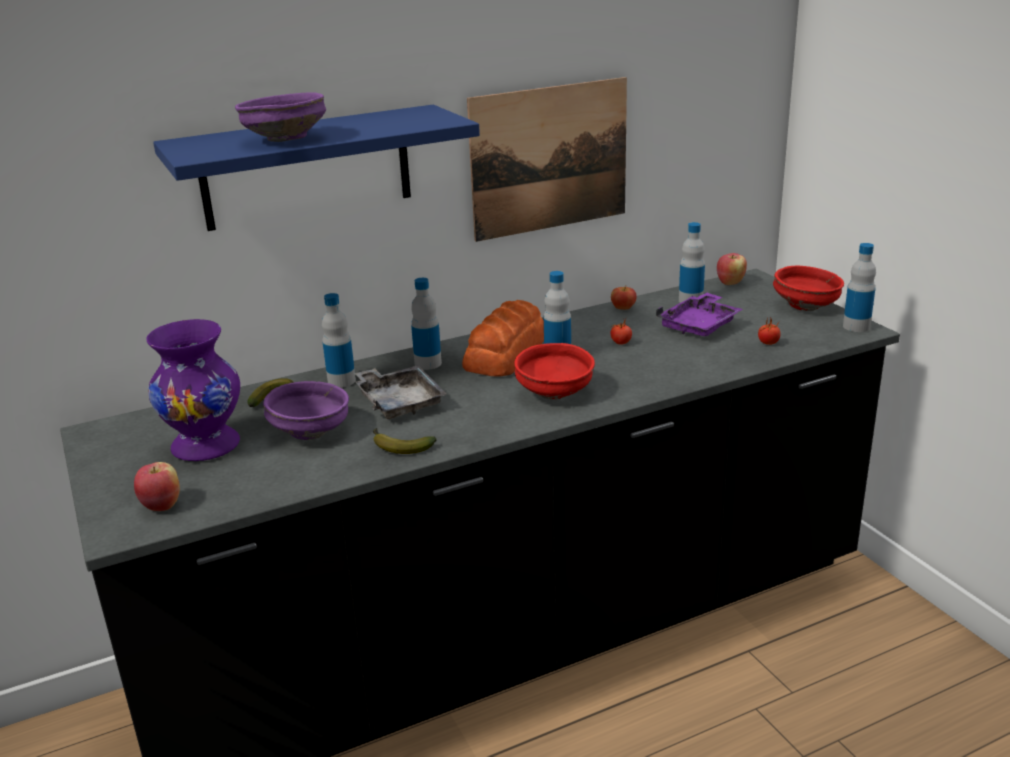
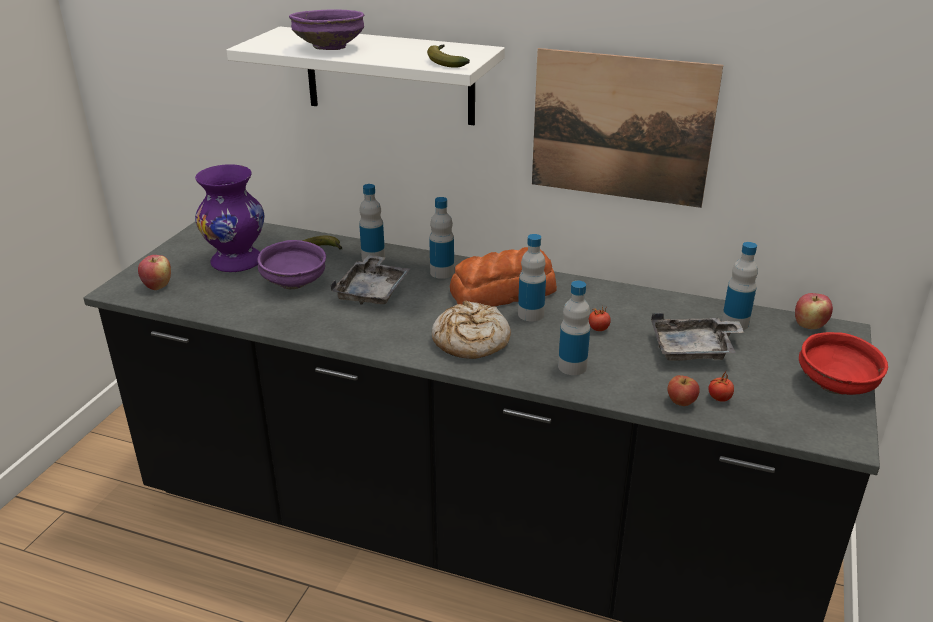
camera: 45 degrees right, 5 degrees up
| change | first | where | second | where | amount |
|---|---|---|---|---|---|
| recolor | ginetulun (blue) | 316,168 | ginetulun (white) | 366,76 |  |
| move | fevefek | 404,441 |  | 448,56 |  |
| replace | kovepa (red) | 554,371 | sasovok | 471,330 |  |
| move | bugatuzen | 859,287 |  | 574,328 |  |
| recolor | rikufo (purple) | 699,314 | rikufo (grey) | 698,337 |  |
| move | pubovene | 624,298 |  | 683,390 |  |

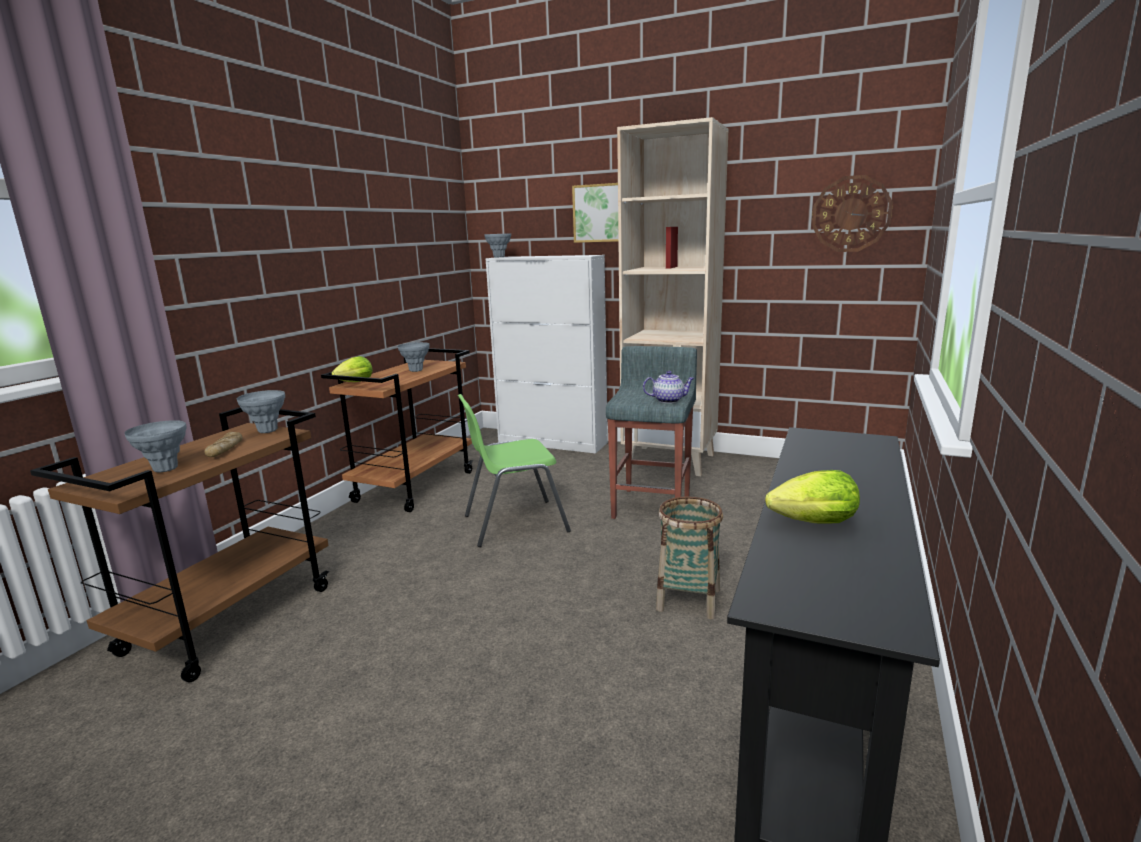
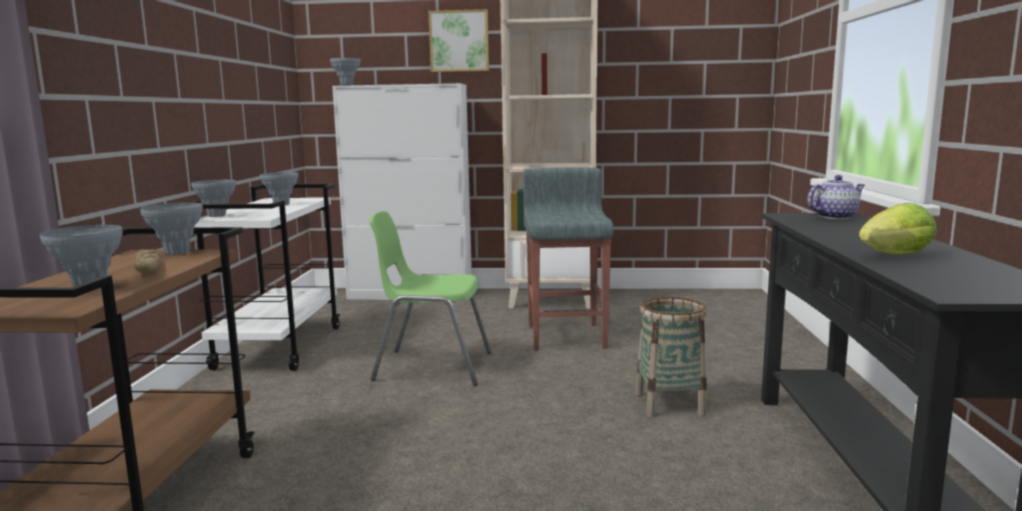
camera: 20 degrees left, 5 degrees down
| change | first | where | second | where | amount |
|---|---|---|---|---|---|
| recolor | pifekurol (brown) | 397,430 | pifekurol (white) | 264,277 |  |
| replace | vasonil | 351,369 | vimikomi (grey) | 213,198 |  |
| rotate | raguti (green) | 514,470 |  | 430,298 | 45 degrees clockwise |
| move | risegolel | 668,387 |  | 836,197 |  |
| delete | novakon | 852,213 |  |  |  |

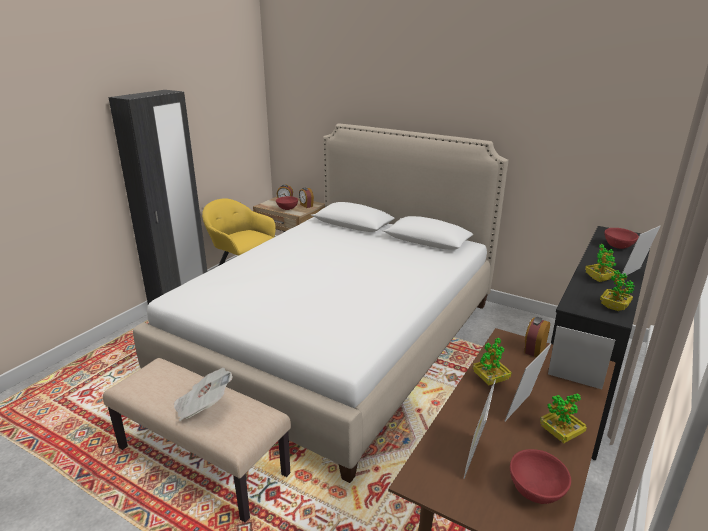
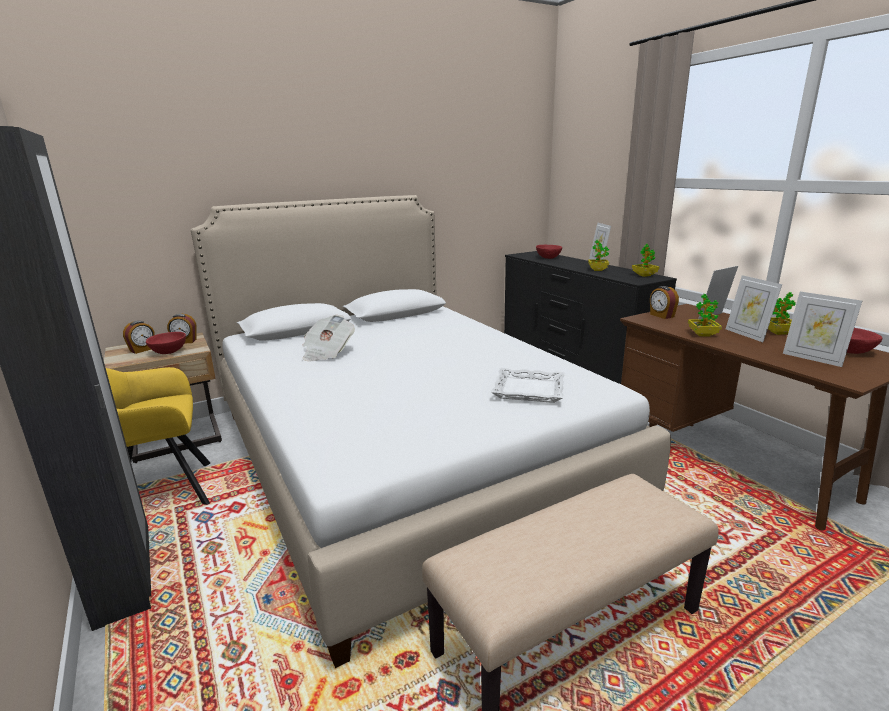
camera: 60 degrees left, 5 degrees down
| change | first | where | second | where | amount |
|---|---|---|---|---|---|
| move | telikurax | 203,394 |  | 328,338 |  |
| insert |  |  | rikufo (white) | 528,385 |  |

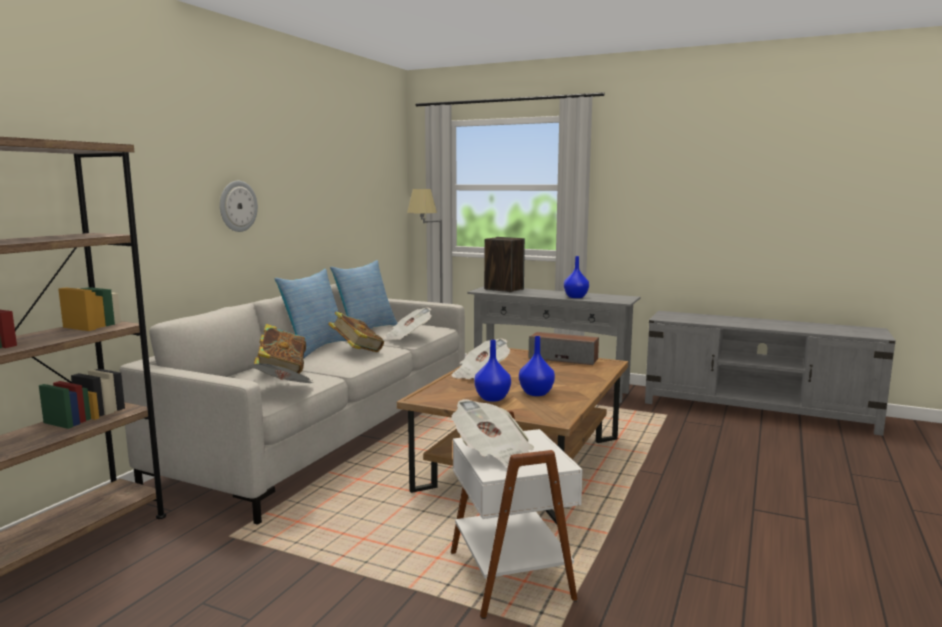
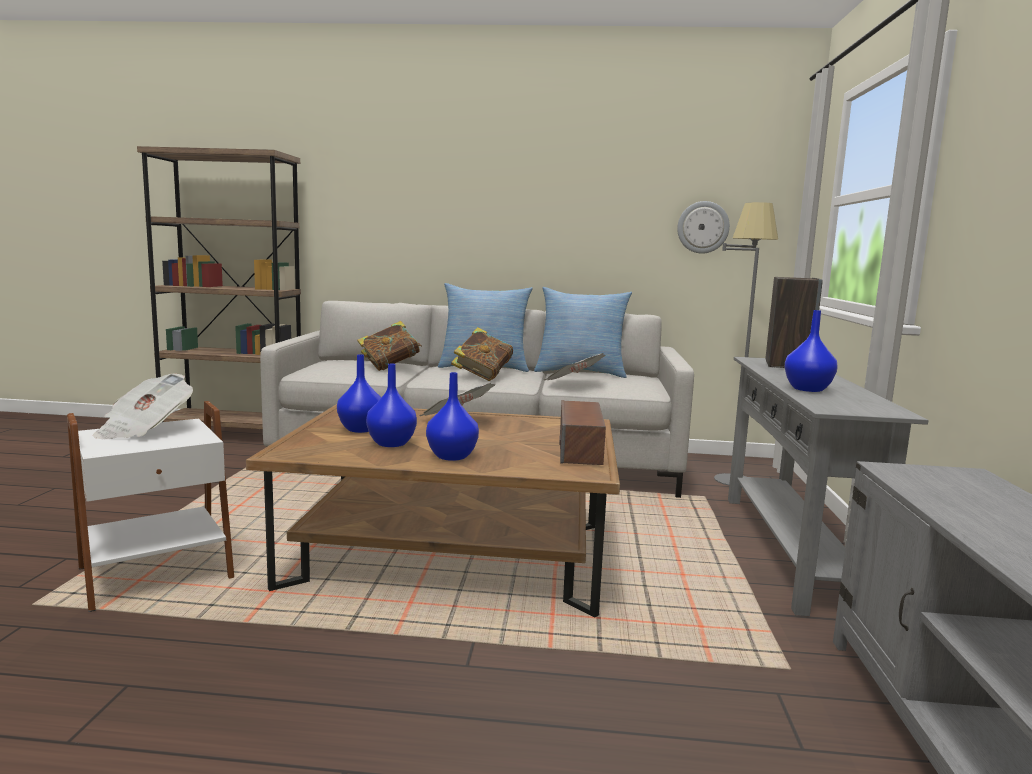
camera: 70 degrees right, 0 degrees up
| change | first | where | second | where | amount |
|---|---|---|---|---|---|
| insert |  |  | vimikomi (blue) | 452,416 |  |
| move | novakon | 239,206 |  | 703,227 |  |
| delete | telikurax | 281,373 |  |  |  |

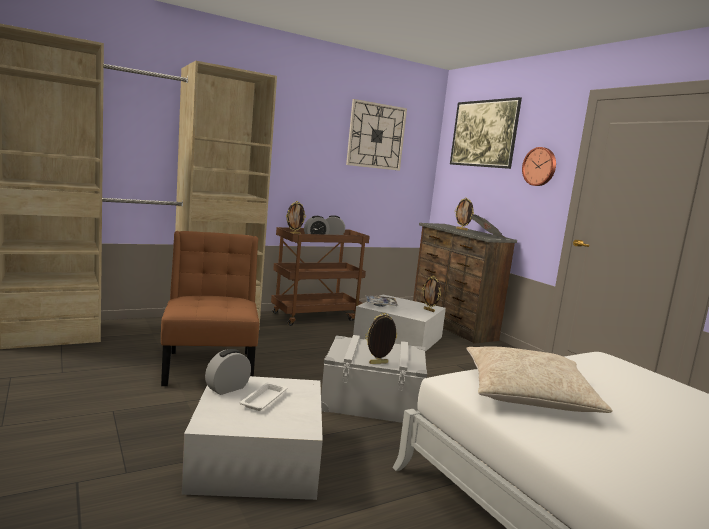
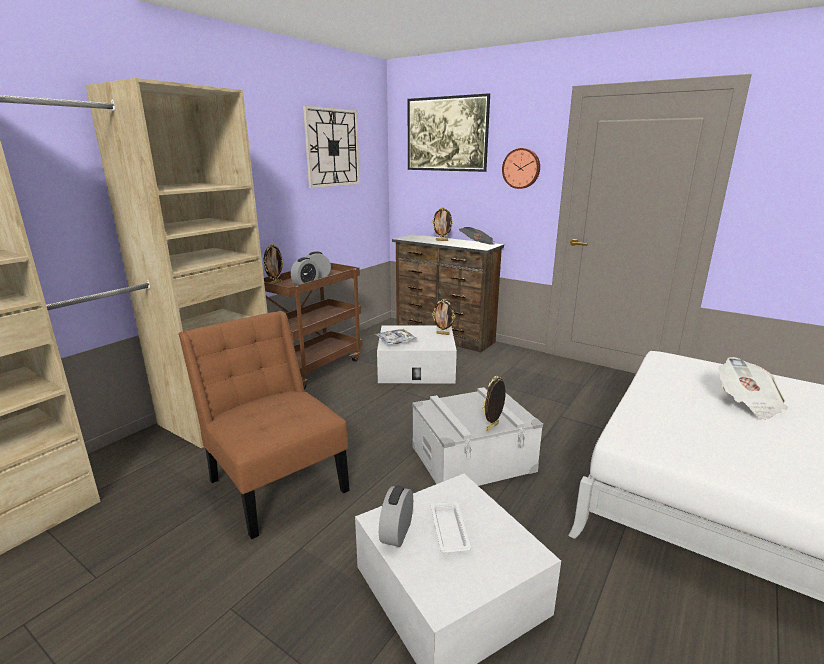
camera: 25 degrees left, 10 degrees up
| change | first | where | second | where | amount |
|---|---|---|---|---|---|
| insert |  |  | telikurax | 753,388 |  |
| delete | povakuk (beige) | 539,379 |  |  |  |

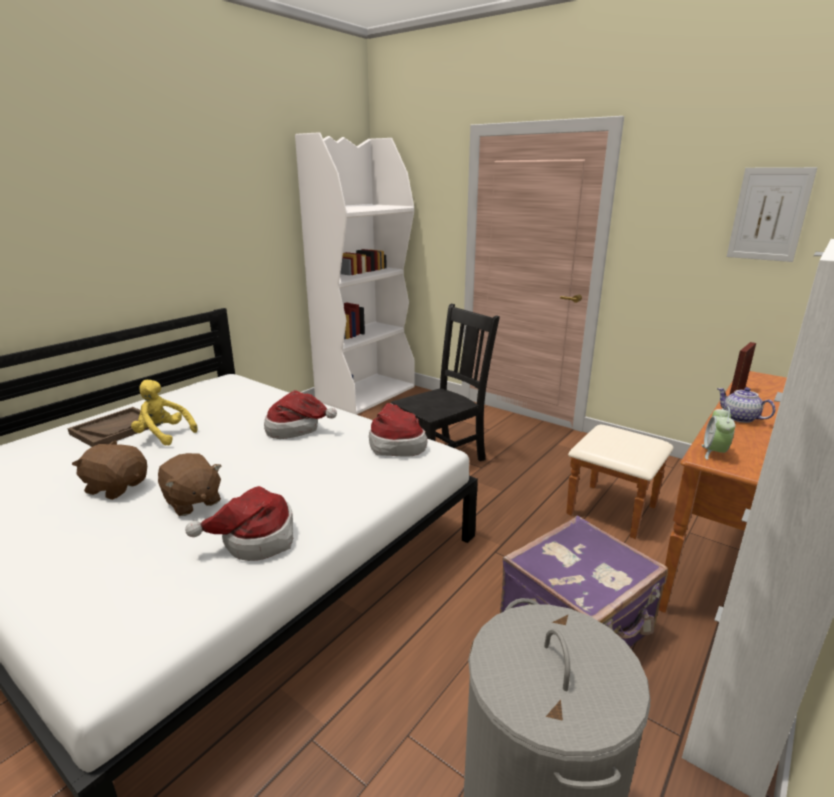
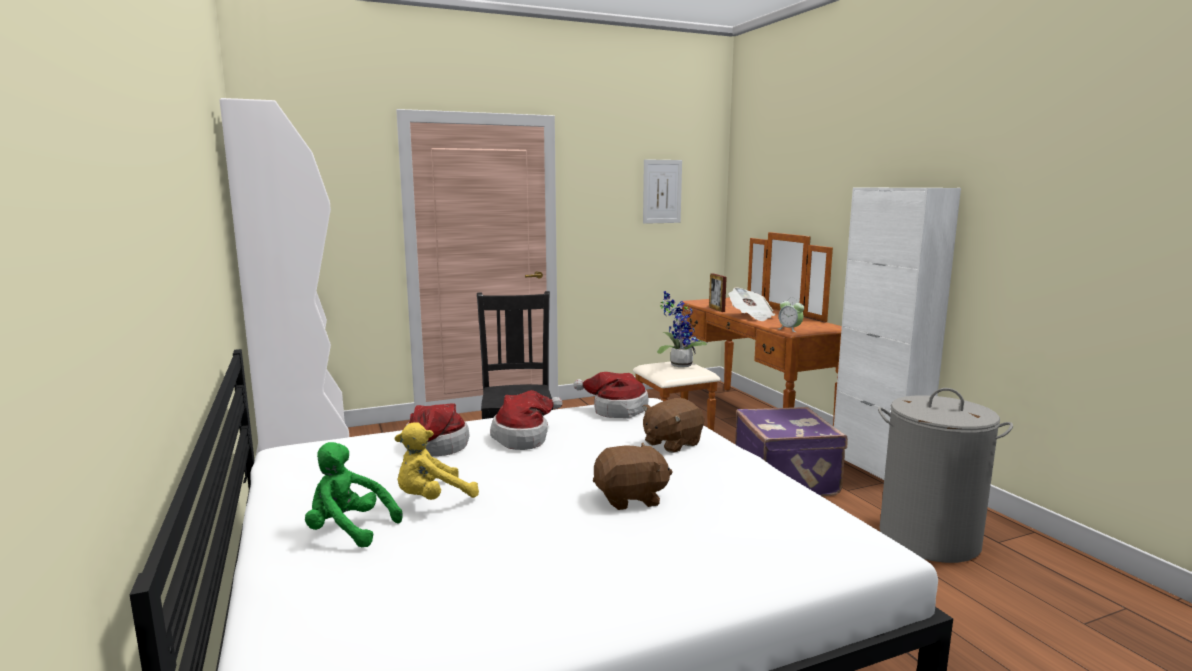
camera: 60 degrees left, 10 degrees down
| change | first | where | second | where | amount |
|---|---|---|---|---|---|
| replace | rikufo (brown) | 114,427 | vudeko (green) | 353,494 |  |
| move | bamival | 239,523 |  | 438,429 |  |
| move | vudeko (brown) | 109,470 |  | 673,425 |  |
| insert |  |  | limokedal | 682,329 |  |
| replace | risegolel | 746,405 | telikurax | 751,304 |  |

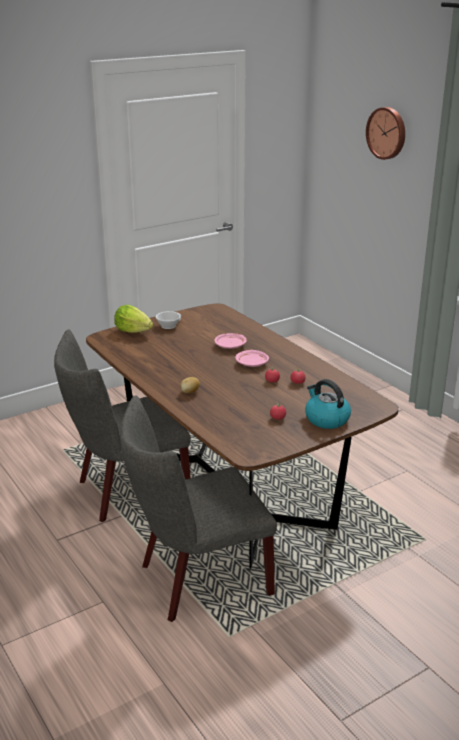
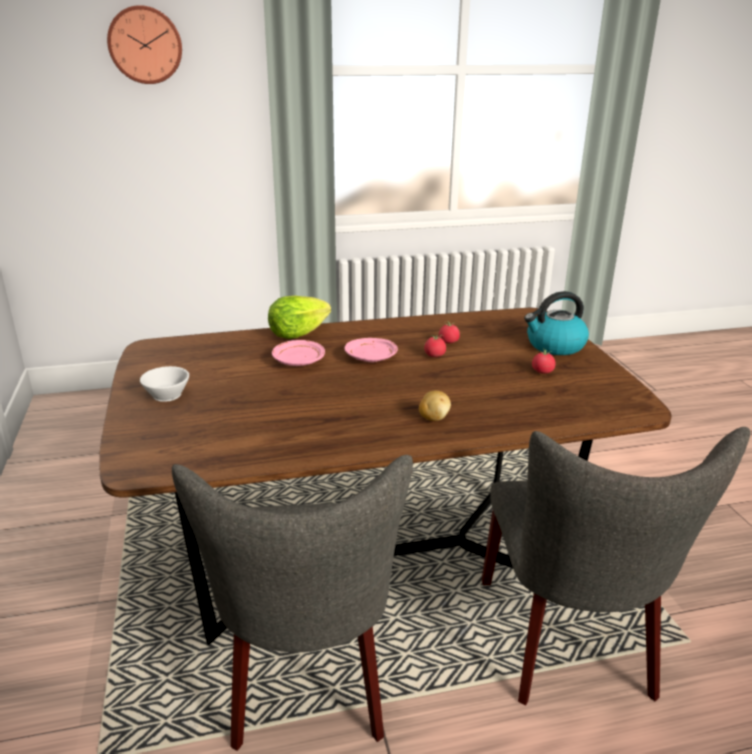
camera: 70 degrees left, 0 degrees up
| change | first | where | second | where | amount |
|---|---|---|---|---|---|
| move | vasonil | 134,319 |  | 299,317 |  |

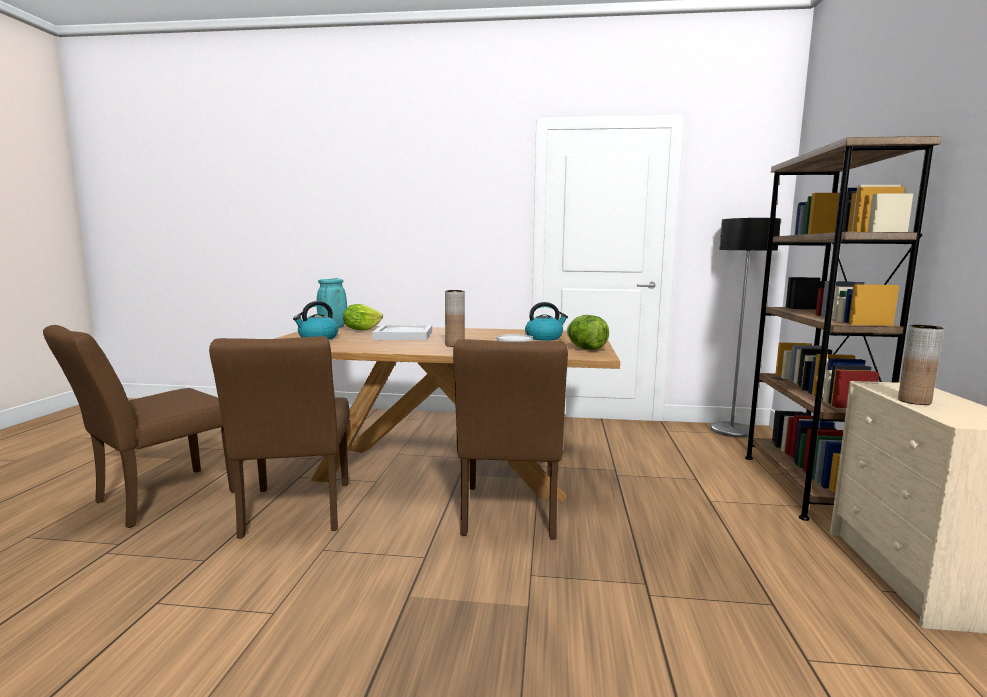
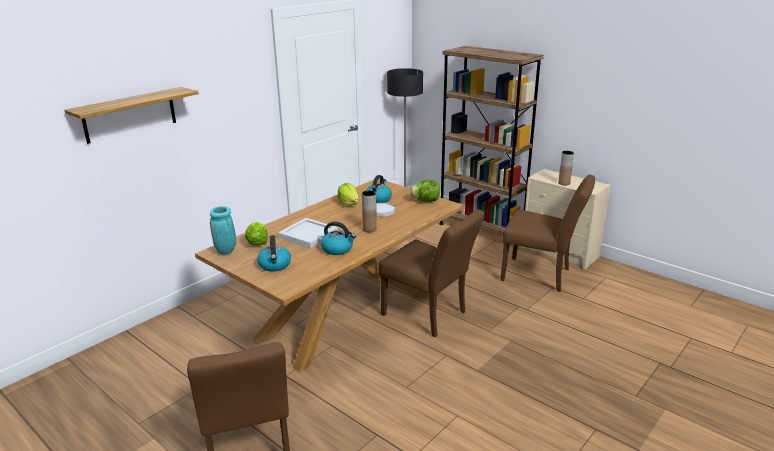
camera: 55 degrees left, 15 degrees up
| change | first | where | second | where | amount |
|---|---|---|---|---|---|
| insert |  |  | ginetulun | 131,115 |  |
| insert |  |  | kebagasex | 338,238 |  |
| insert |  |  | vasonil | 347,194 |  |
| move | raguti (brown) | 279,437 |  | 547,233 |  |

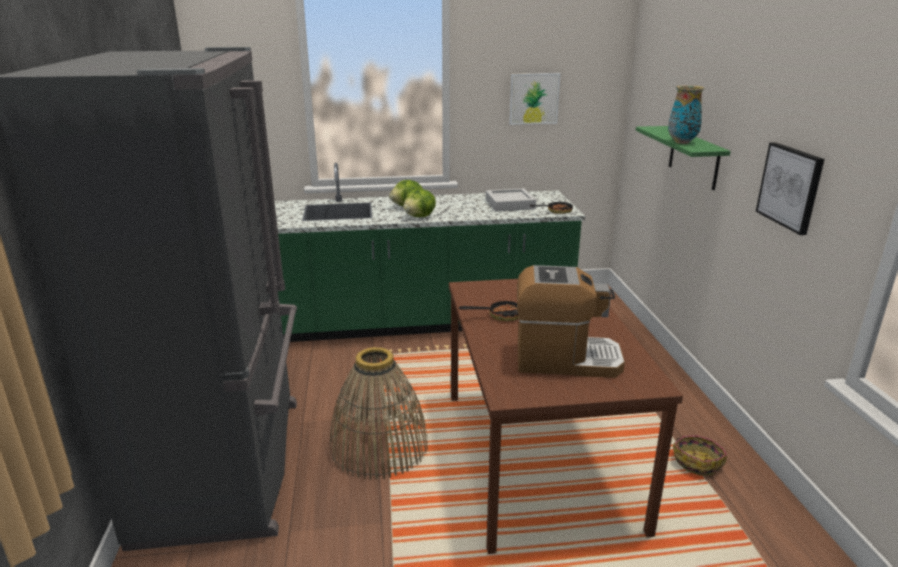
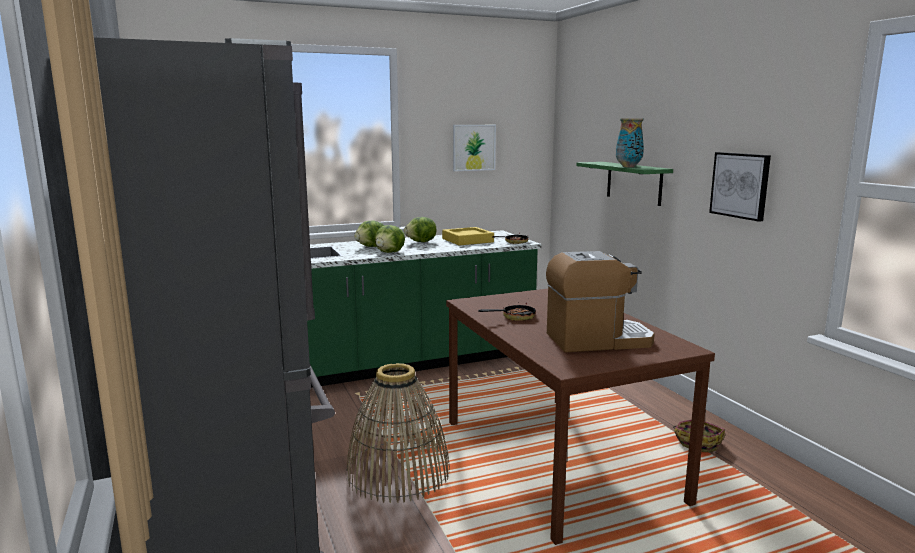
camera: 15 degrees left, 10 degrees down
| change | first | where | second | where | amount |
|---|---|---|---|---|---|
| insert |  |  | vasonil | 420,229 |  |
| recolor | rikufo (grey) | 511,199 | rikufo (yellow) | 468,236 |  |

